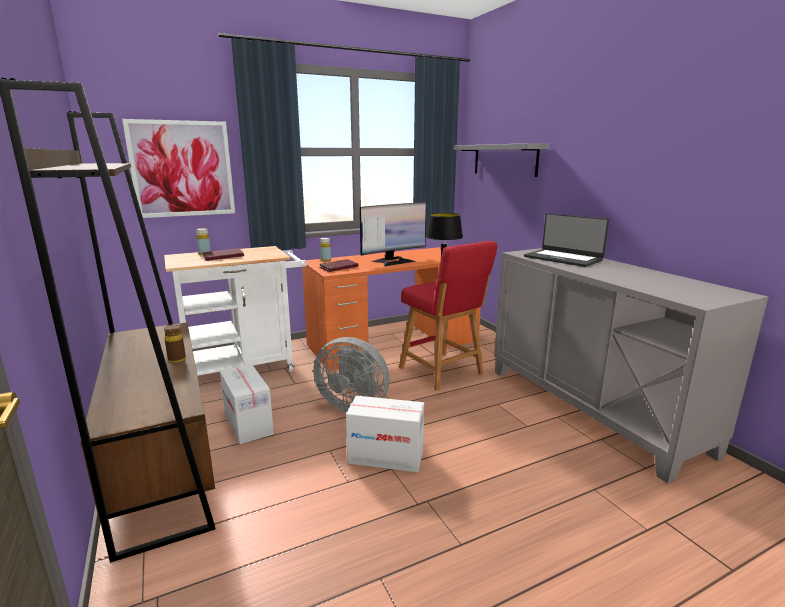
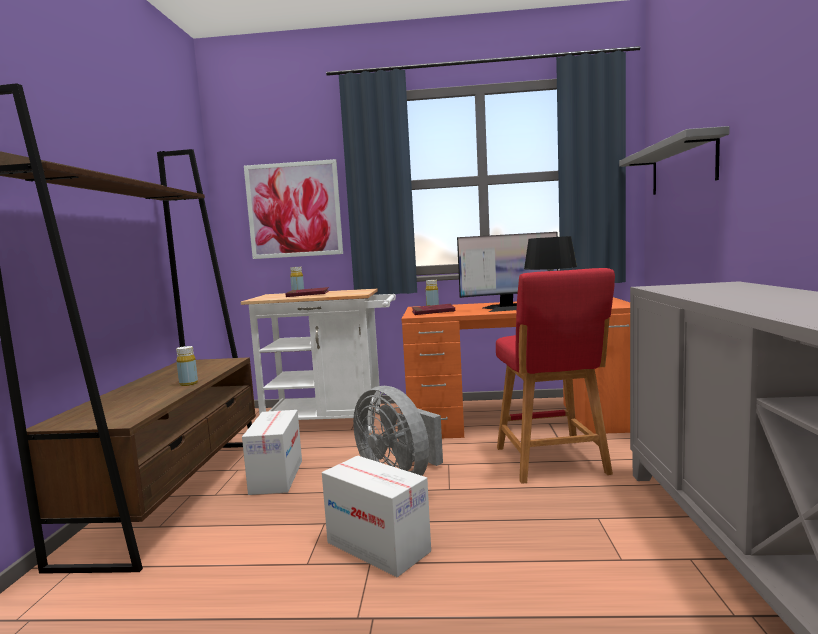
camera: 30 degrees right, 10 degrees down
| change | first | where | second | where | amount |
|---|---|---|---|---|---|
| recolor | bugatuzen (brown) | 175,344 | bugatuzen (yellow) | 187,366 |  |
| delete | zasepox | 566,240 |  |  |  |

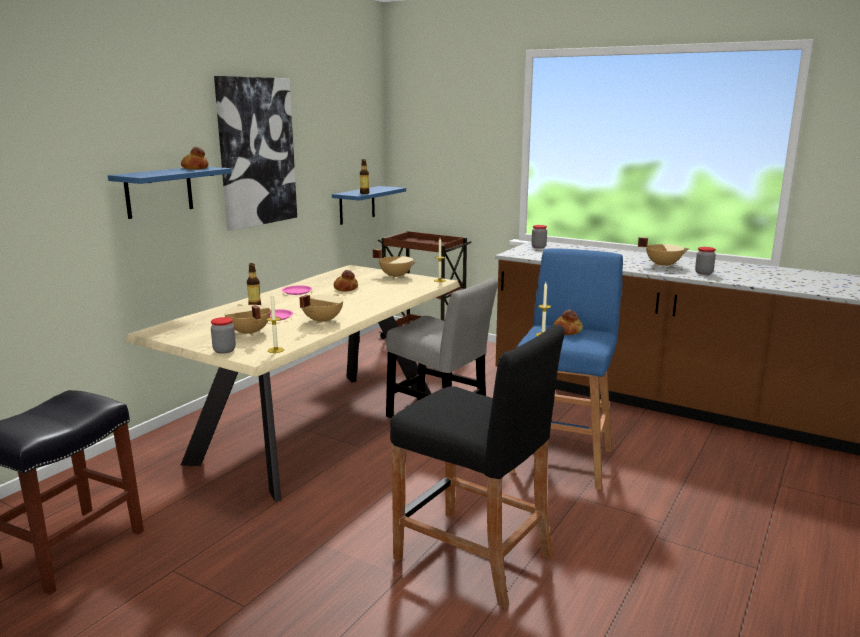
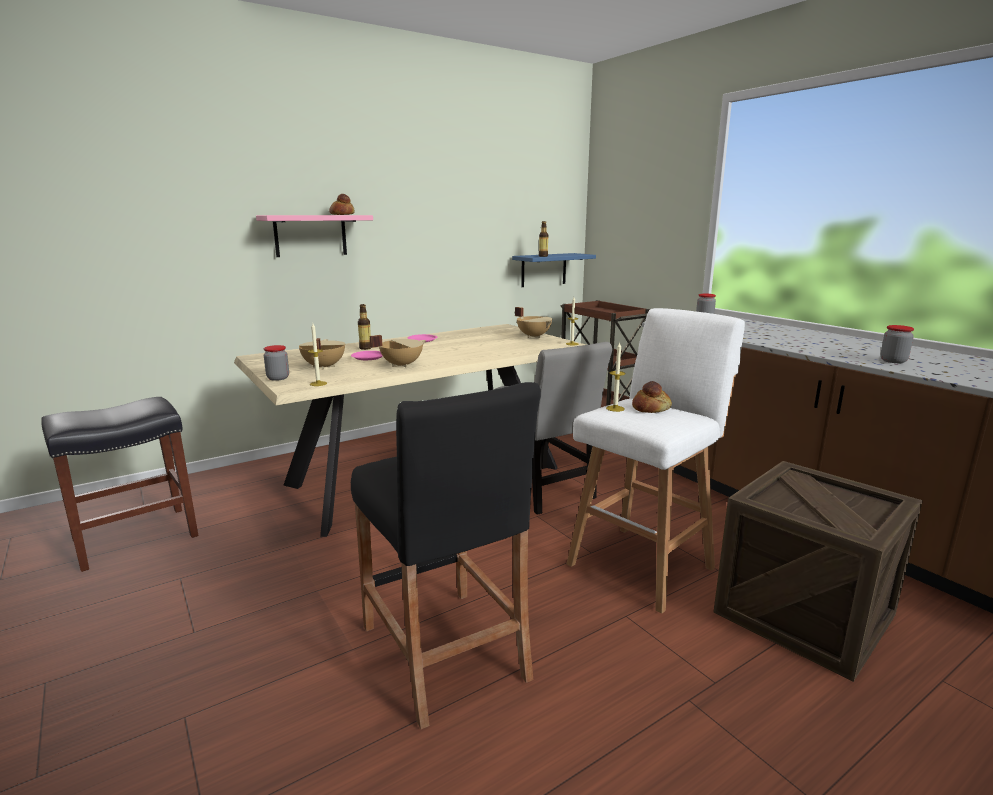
camera: 25 degrees right, 0 degrees up
| change | first | where | second | where | amount |
|---|---|---|---|---|---|
| recolor | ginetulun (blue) | 170,193 | ginetulun (pink) | 314,236 |  |
| recolor | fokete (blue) | 566,369 | fokete (white) | 656,461 |  |
| insert |  |  | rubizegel | 818,571 |  |
| delete | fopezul | 255,153 |  |  |  |
| delete | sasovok | 346,281 |  |  |  |
| delete | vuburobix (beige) | 663,252 |  |  |  |

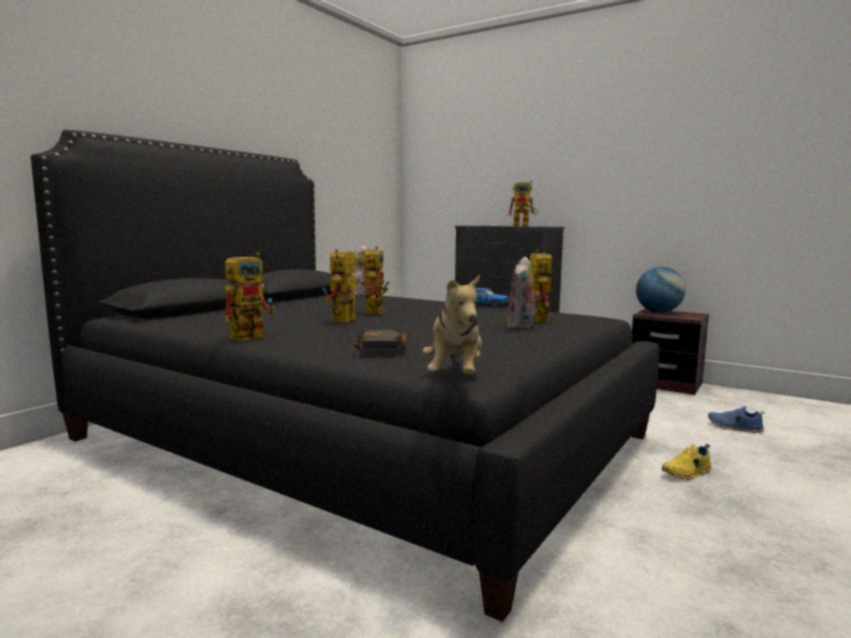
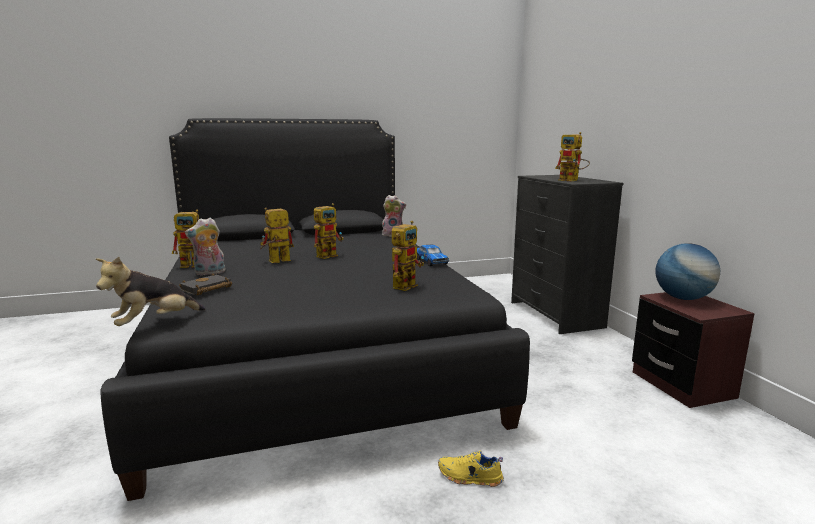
camera: 40 degrees right, 5 degrees up
| change | first | where | second | where | amount |
|---|---|---|---|---|---|
| move | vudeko | 523,292 |  | 205,246 |  |
| delete | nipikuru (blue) | 736,419 |  |  |  |

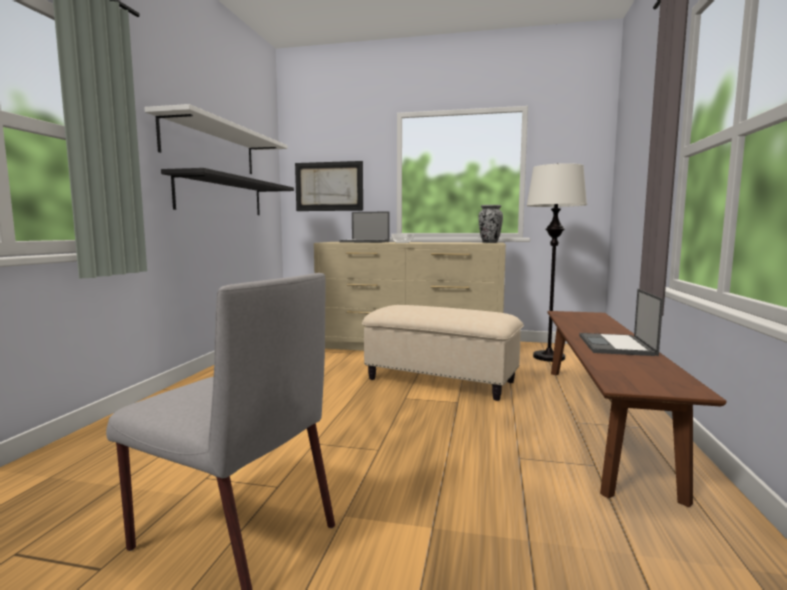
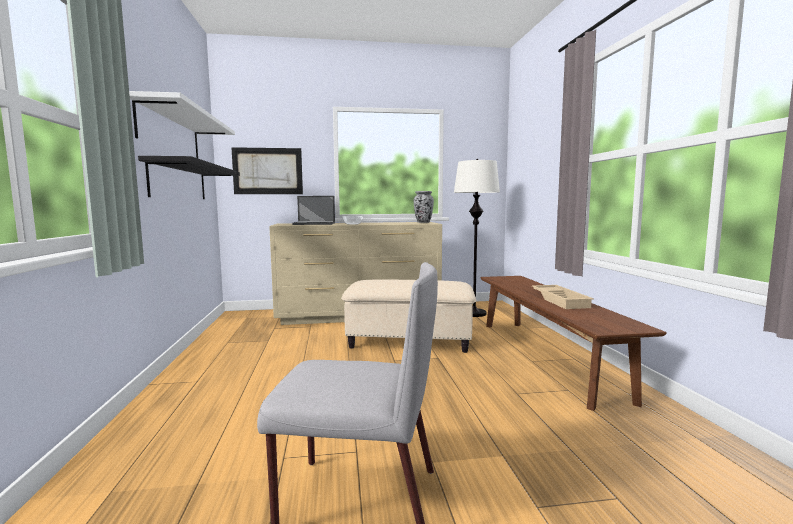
camera: 20 degrees left, 0 degrees up
| change | first | where | second | where | amount |
|---|---|---|---|---|---|
| replace | zasepox | 621,322 | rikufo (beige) | 563,297 |  |

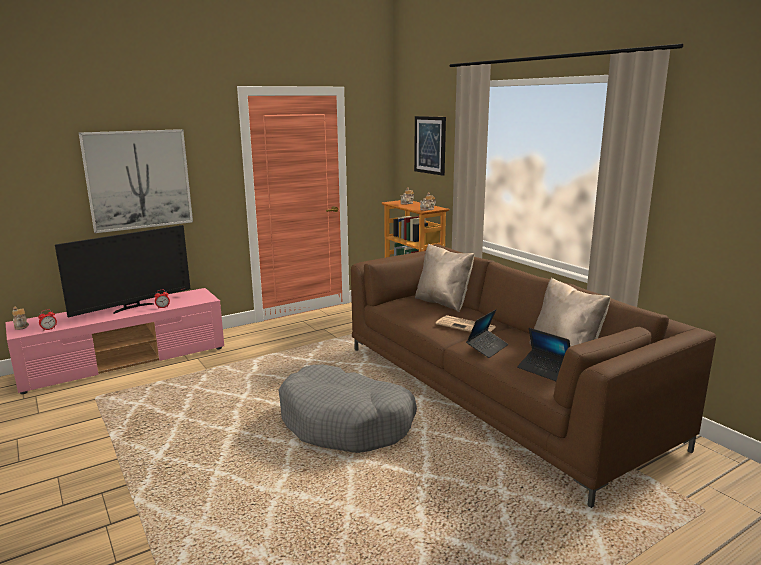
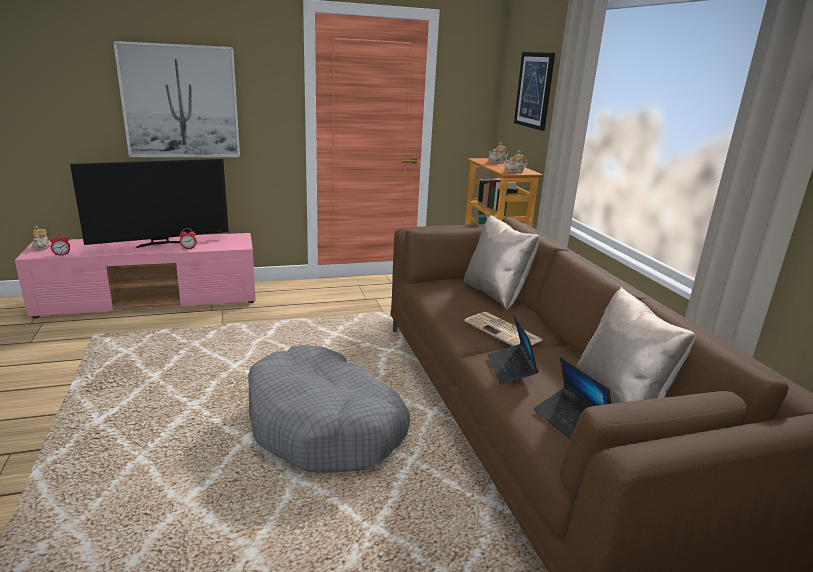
camera: 15 degrees right, 5 degrees up
| change | first | where | second | where | amount |
|---|---|---|---|---|---|
| rotate | zasepox | 487,333 |  | 513,349 | 120 degrees clockwise |

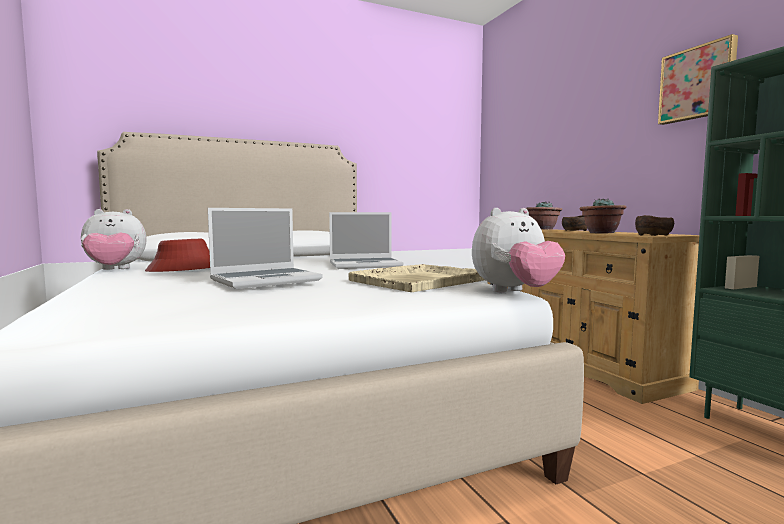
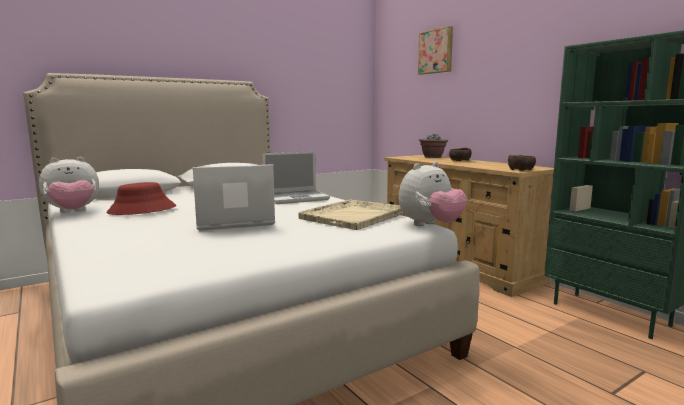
camera: 10 degrees left, 5 degrees up
| change | first | where | second | where | amount |
|---|---|---|---|---|---|
| rotate | zasepox | 265,248 |  | 234,197 | 150 degrees counterclockwise |
| move | fopezul | 698,79 |  | 435,50 |  |
| delete | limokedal | 603,215 |  |  |  |

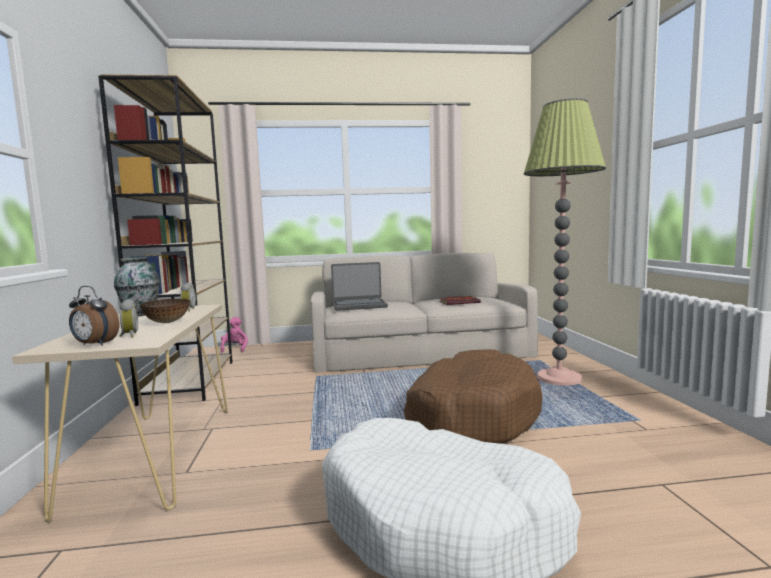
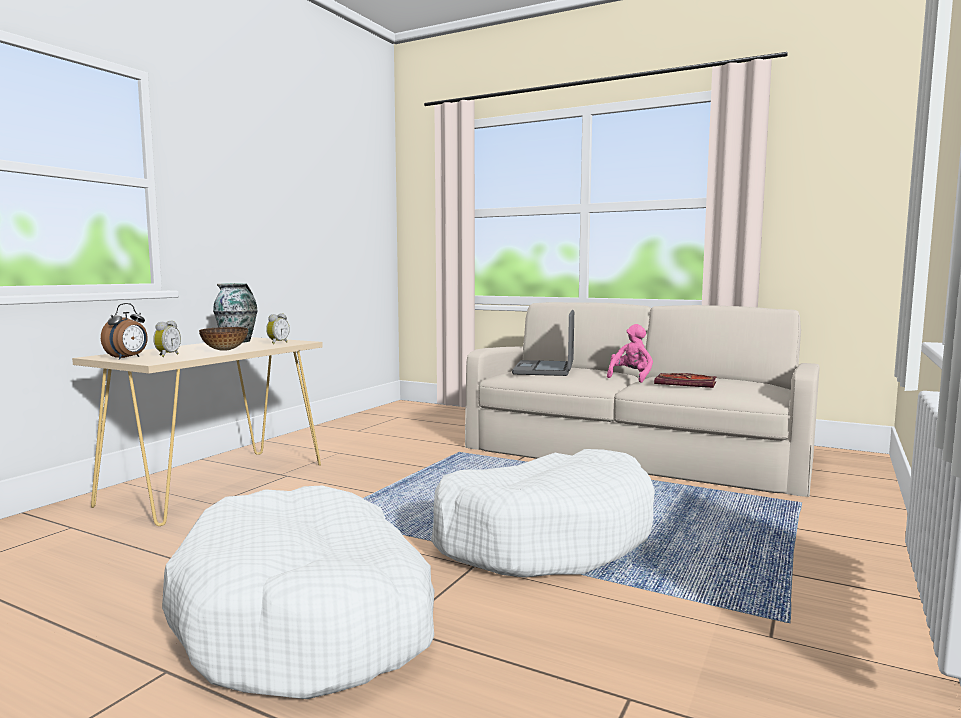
camera: 35 degrees right, 0 degrees up
| change | first | where | second | where | amount |
|---|---|---|---|---|---|
| rotate | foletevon | 94,316 |  | 124,331 | 120 degrees counterclockwise |
| recolor | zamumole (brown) | 473,396 | zamumole (white) | 543,513 |  |
| rotate | zasepox | 359,286 |  | 543,343 | 75 degrees clockwise |
| move | vudeko (pink) | 234,334 |  | 630,353 |  |
| delete | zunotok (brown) | 165,240 |  |  |  |
| delete | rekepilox | 565,241 |  |  |  |

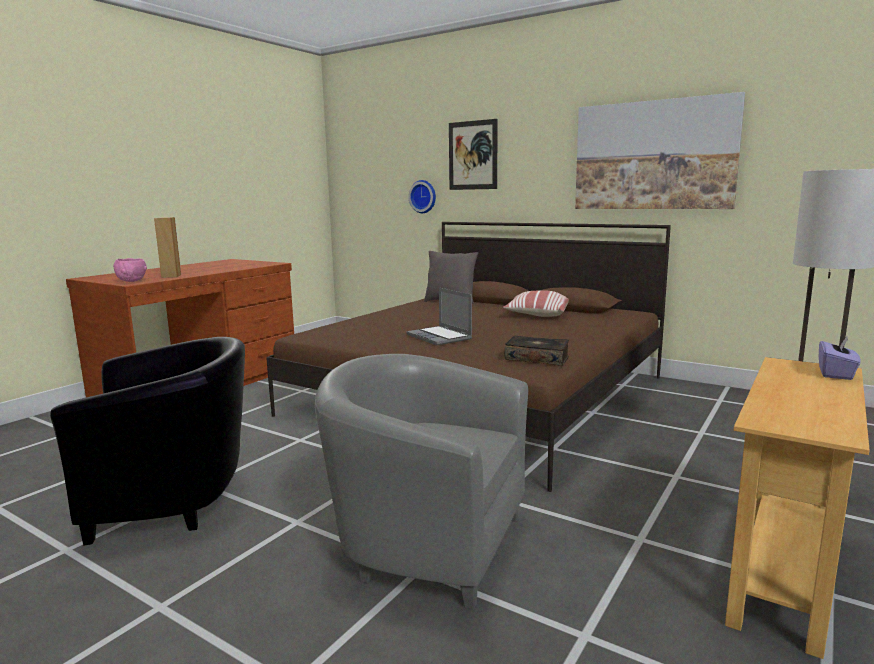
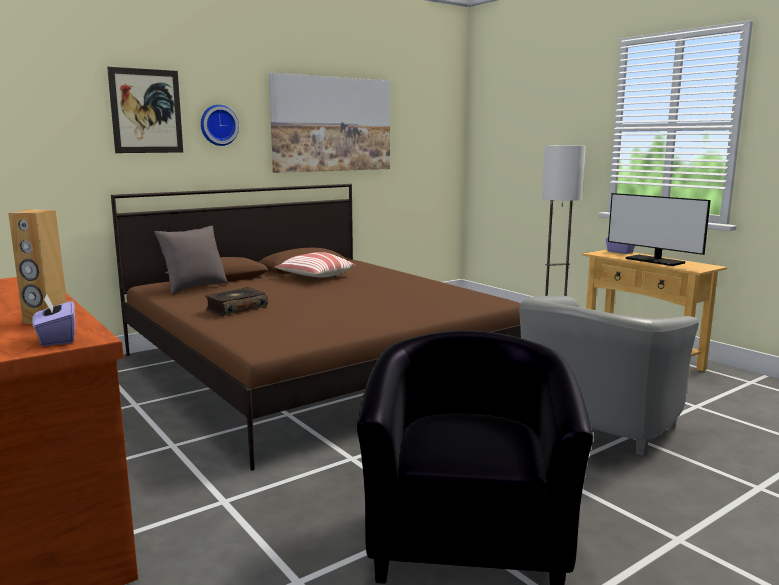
camera: 70 degrees left, 0 degrees up
| change | first | where | second | where | amount |
|---|---|---|---|---|---|
| replace | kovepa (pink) | 130,270 | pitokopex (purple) | 53,319 |  |
| move | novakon | 422,196 |  | 220,125 |  |
| move | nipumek | 536,351 |  | 236,301 |  |
| insert |  |  | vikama | 659,229 |  |
| delete | zasepox | 439,316 |  |  |  |

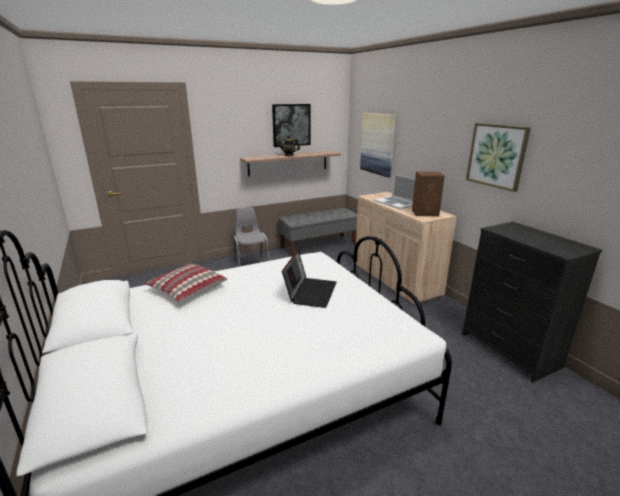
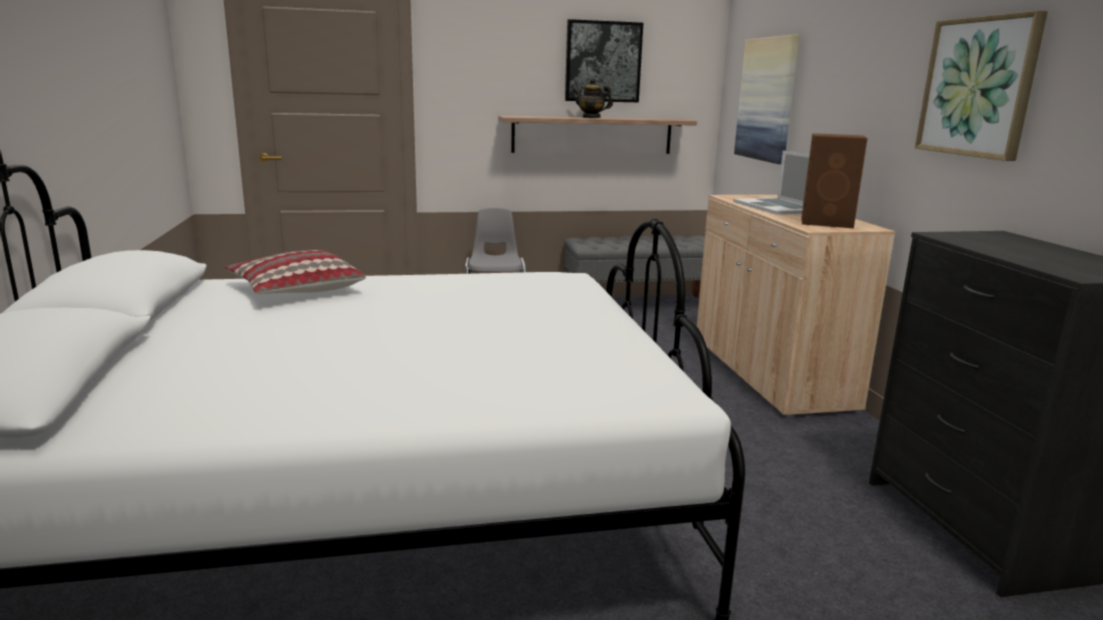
camera: 15 degrees right, 5 degrees down
| change | first | where | second | where | amount |
|---|---|---|---|---|---|
| delete | zasepox | 309,279 |  |  |  |

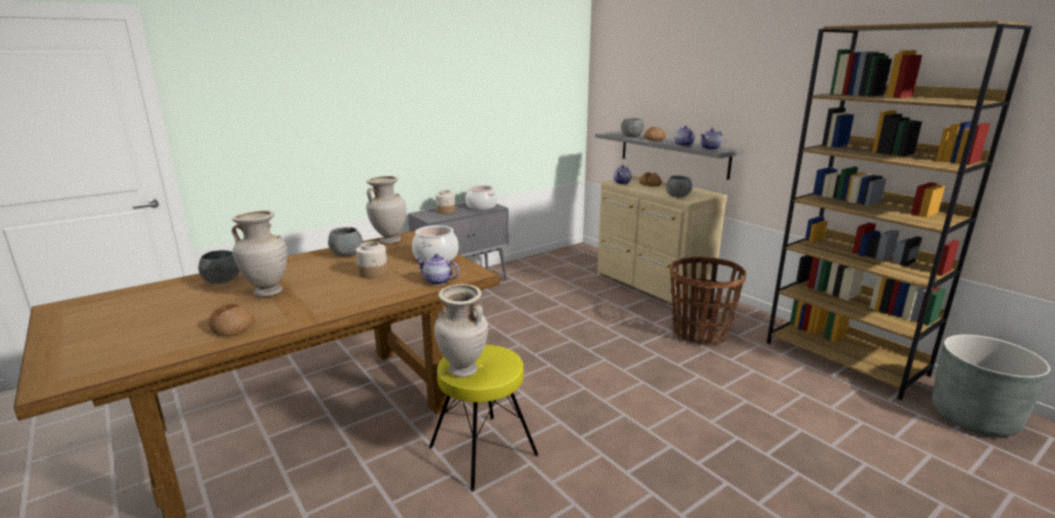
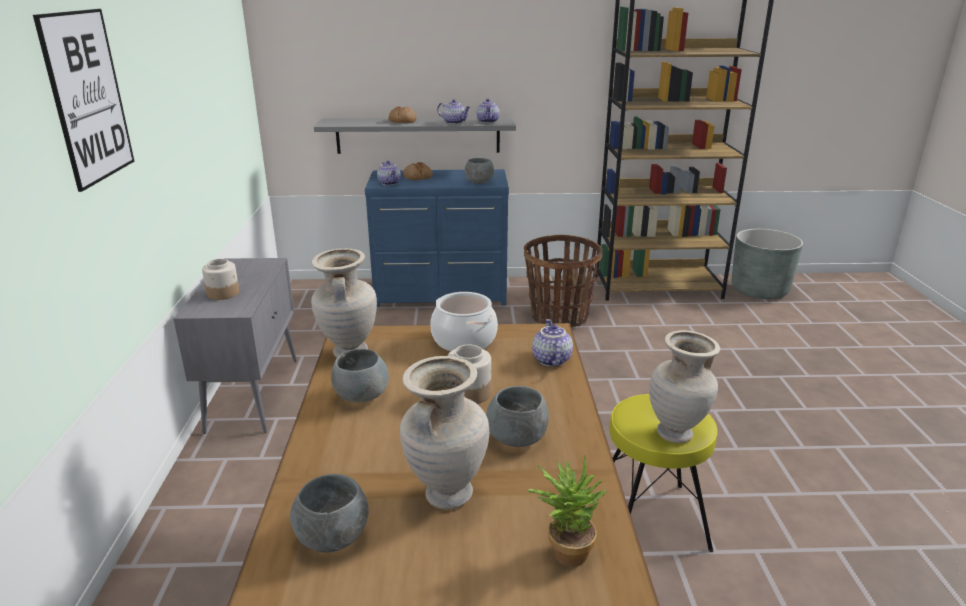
camera: 55 degrees left, 5 degrees up
| change | first | where | second | where | amount |
|---|---|---|---|---|---|
| insert |  |  | fopezul | 83,100 |  |
| recolor | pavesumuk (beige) | 662,242 | pavesumuk (blue) | 437,238 |  |
| move | kovepa (grey) | 632,127 |  | 517,416 |  |
| replace | sasovok | 232,320 | limokedal | 567,511 |  |
| rotate | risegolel | 437,269 |  | 552,343 | 120 degrees clockwise |
| delete | vuburobix | 481,197 |  |  |  |

